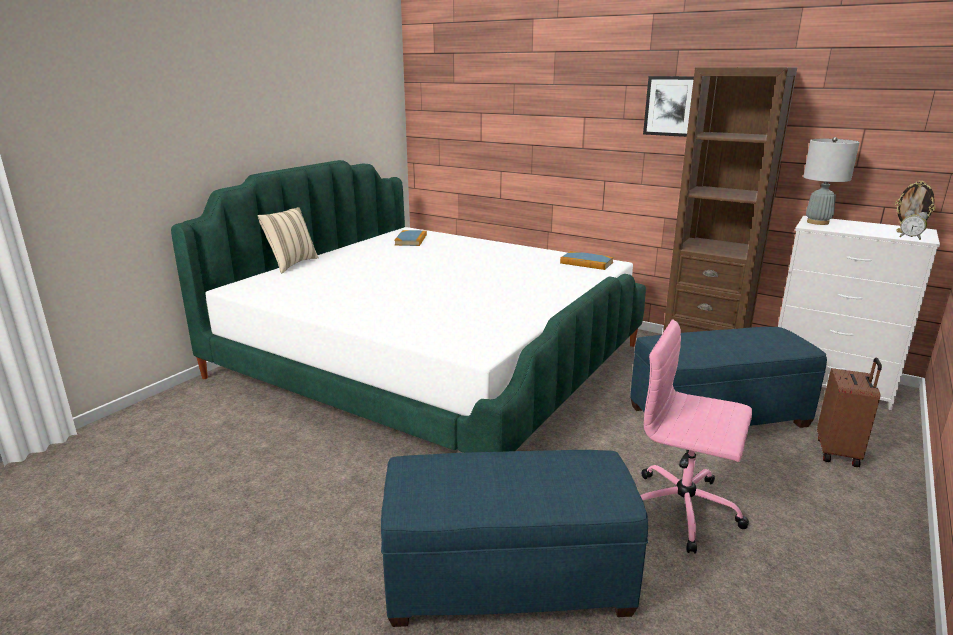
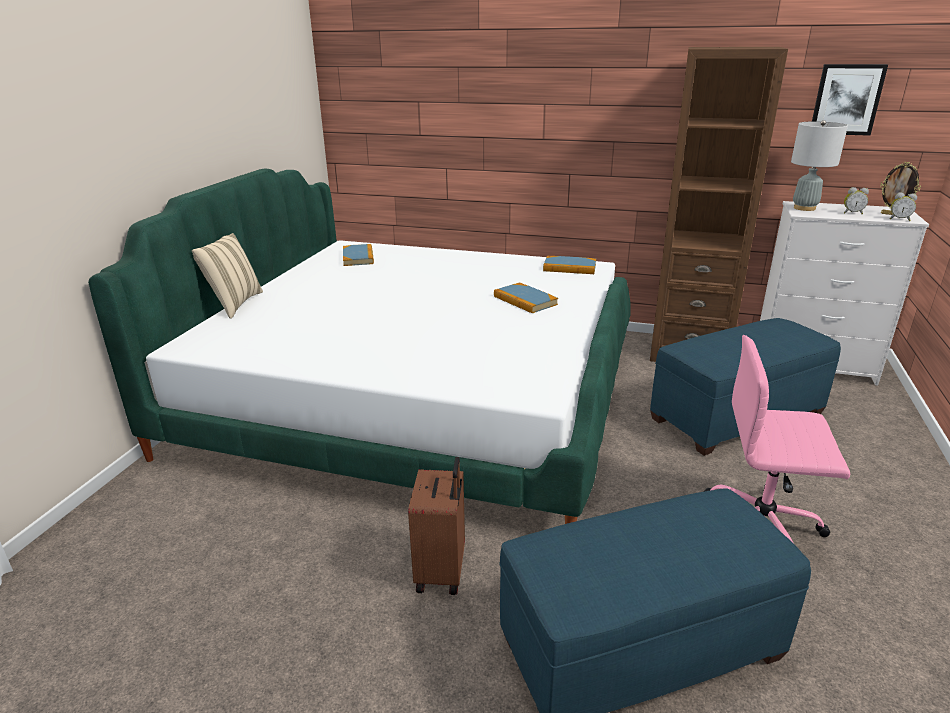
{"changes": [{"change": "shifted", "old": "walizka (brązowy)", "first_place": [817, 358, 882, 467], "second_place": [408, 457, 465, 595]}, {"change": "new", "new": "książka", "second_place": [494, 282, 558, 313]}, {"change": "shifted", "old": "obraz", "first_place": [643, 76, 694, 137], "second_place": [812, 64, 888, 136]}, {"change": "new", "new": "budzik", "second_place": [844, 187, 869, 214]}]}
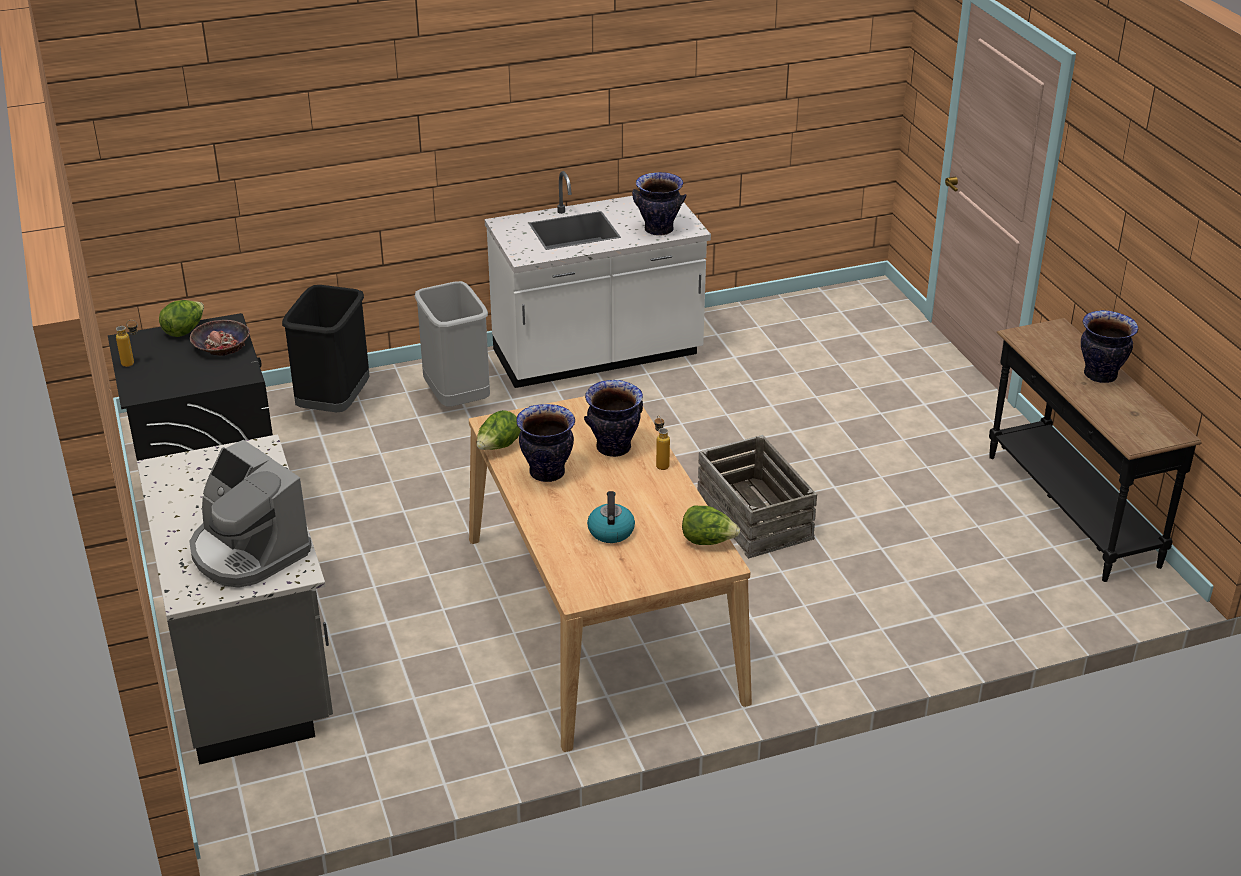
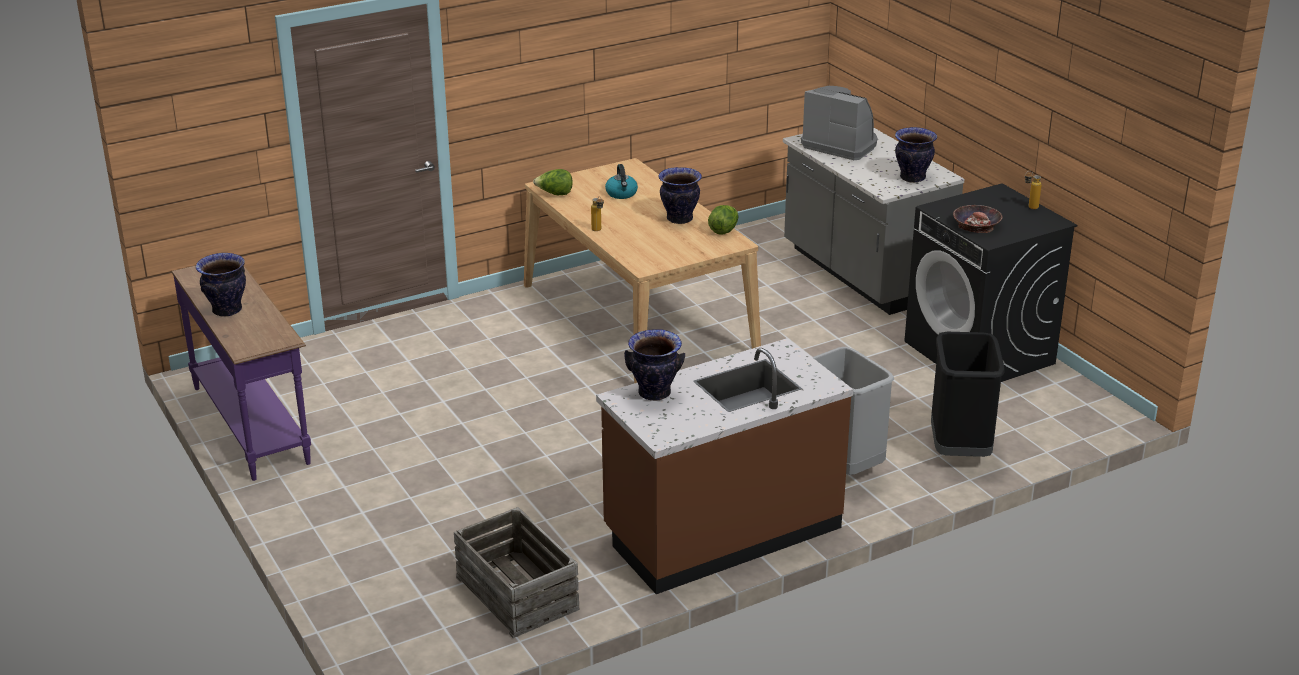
{"changes": [{"change": "repainted", "old": "stolik konsolowy (czarny)", "new": "stolik konsolowy (fioletowy)", "first_place": [989, 318, 1202, 582], "second_place": [172, 266, 311, 481]}, {"change": "shifted", "old": "skrzynka", "first_place": [698, 435, 817, 559], "second_place": [454, 507, 579, 638]}, {"change": "repainted", "old": "zabudowa kuchenna (biały)", "new": "zabudowa kuchenna (brązowy)", "first_place": [485, 171, 711, 388], "second_place": [596, 338, 853, 594]}, {"change": "shifted", "old": "wazon", "first_place": [584, 380, 643, 457], "second_place": [895, 127, 937, 183]}, {"change": "gone", "old": "sałata", "first_place": [159, 300, 204, 337]}]}
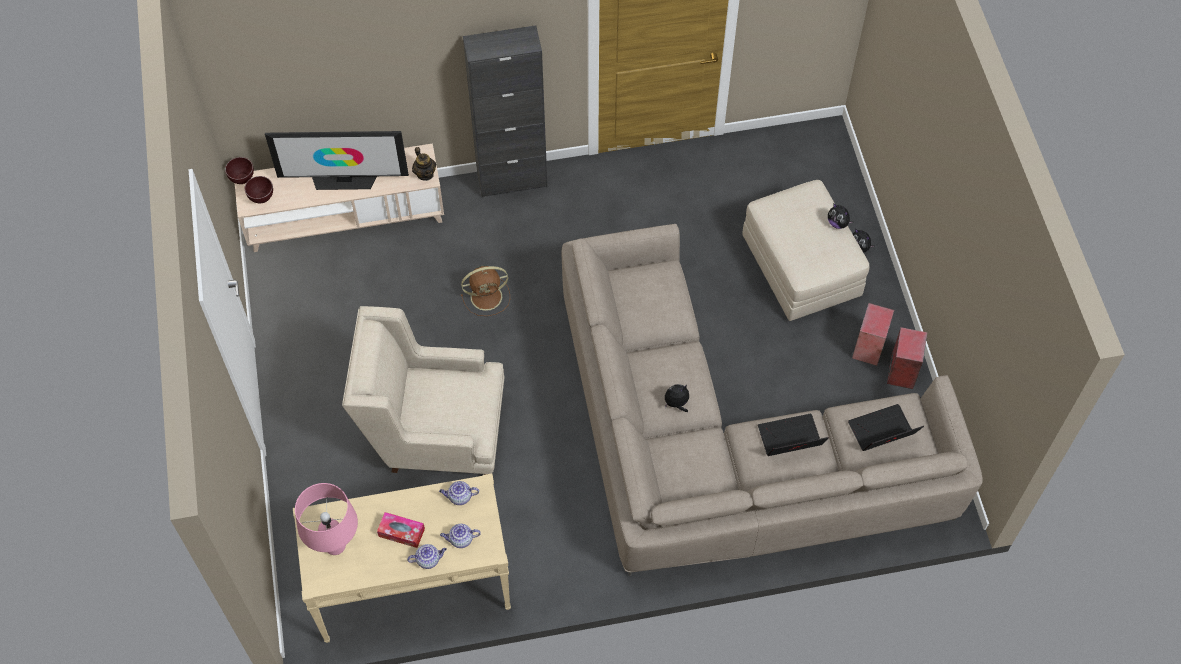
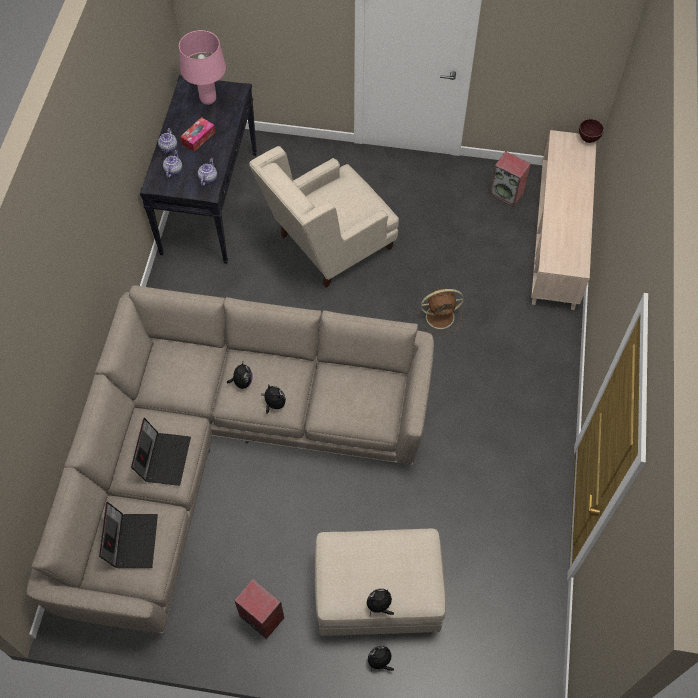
{"changes": [{"change": "repainted", "old": "stolik konsolowy (beżowy)", "new": "stolik konsolowy (czarny)", "first_place": [293, 473, 511, 643], "second_place": [140, 75, 257, 264]}, {"change": "rotated", "old": "fotel (beżowy)", "first_place": [342, 306, 504, 475], "second_place": [249, 146, 399, 288], "degrees": -150}, {"change": "new", "new": "pluszak", "second_place": [261, 385, 286, 414]}, {"change": "rotated", "old": "wentylator (brązowy)", "first_place": [461, 265, 510, 316], "second_place": [417, 288, 464, 334], "degrees": -105}, {"change": "shifted", "old": "głośnik", "first_place": [887, 327, 927, 389], "second_place": [489, 151, 531, 207]}, {"change": "gone", "old": "miska (brązowy)", "first_place": [245, 176, 273, 203]}, {"change": "gone", "old": "telewizor", "first_place": [265, 131, 409, 190]}, {"change": "gone", "old": "imbryk", "first_place": [412, 147, 436, 181]}, {"change": "gone", "old": "szafka (czarny)", "first_place": [463, 25, 547, 197]}]}
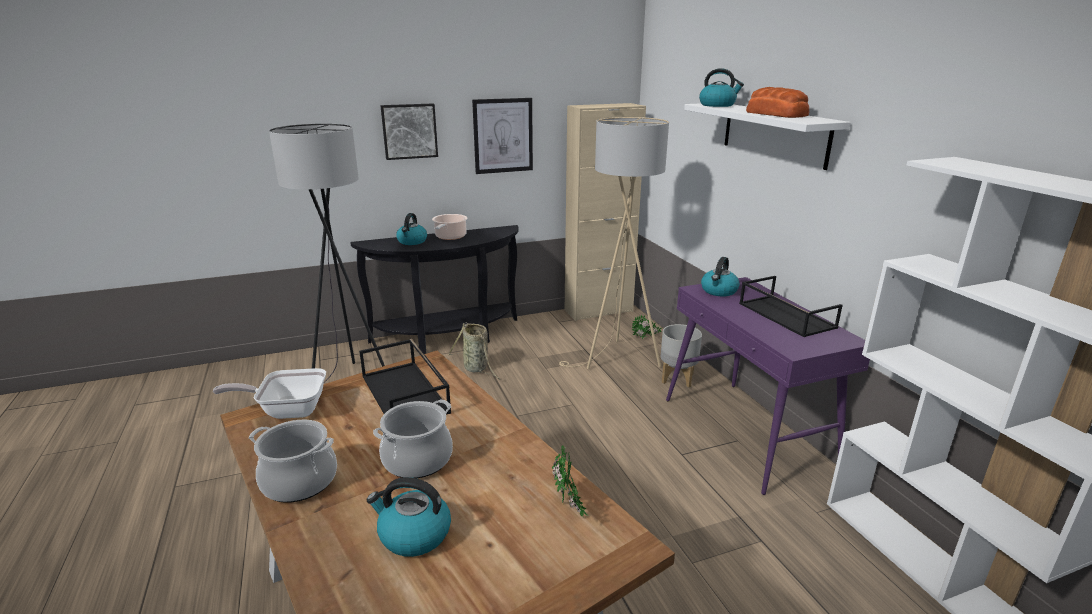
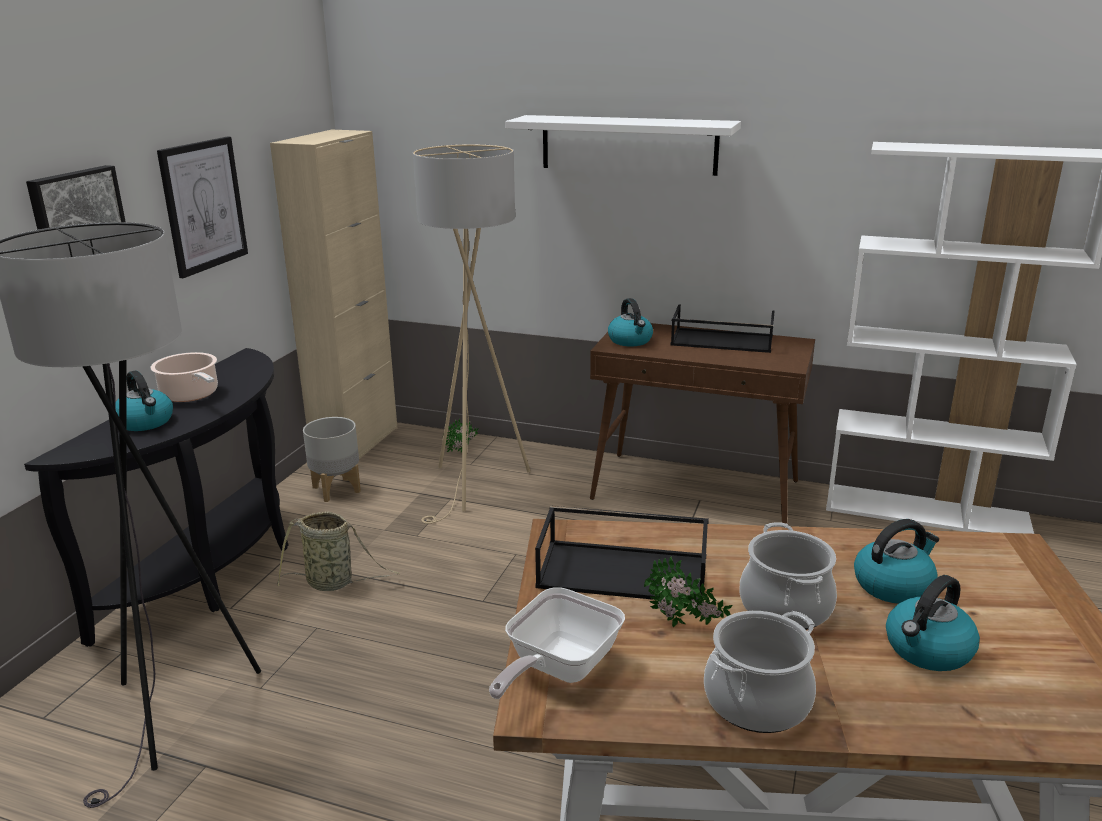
{"changes": [{"change": "shifted", "old": "donica (szary)", "first_place": [661, 324, 702, 388], "second_place": [303, 417, 361, 502]}, {"change": "repainted", "old": "stolik konsolowy (fioletowy)", "new": "stolik konsolowy (brązowy)", "first_place": [666, 277, 870, 495], "second_place": [590, 323, 815, 524]}, {"change": "shifted", "old": "roślina doniczkowa", "first_place": [552, 445, 589, 519], "second_place": [644, 556, 732, 627]}, {"change": "shifted", "old": "czajnik", "first_place": [699, 68, 744, 107], "second_place": [854, 519, 939, 604]}, {"change": "gone", "old": "chleb", "first_place": [746, 87, 809, 118]}]}
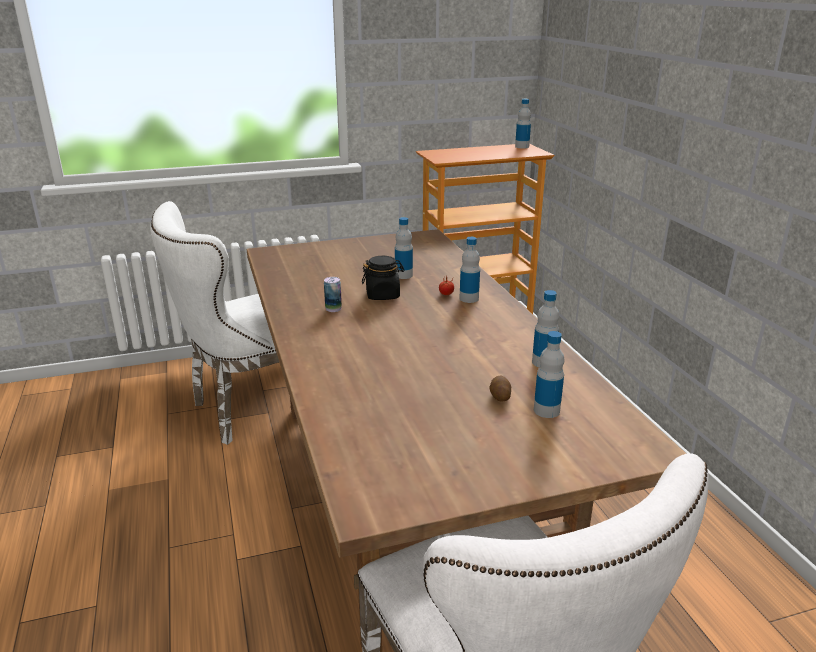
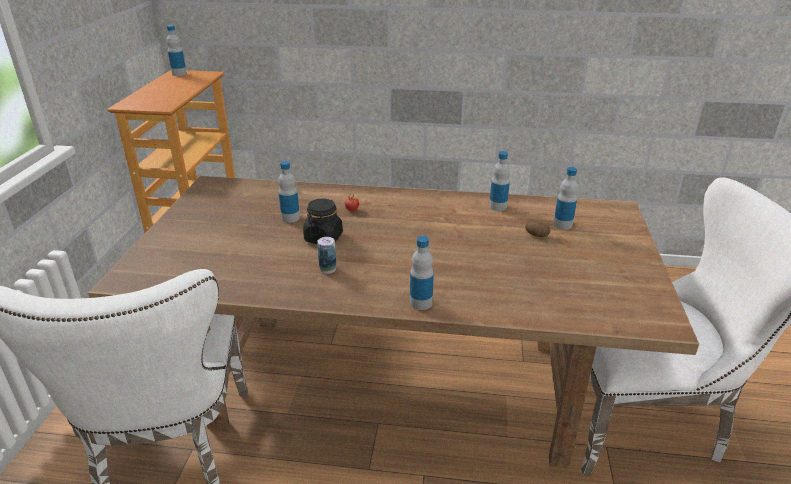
{"changes": [{"change": "shifted", "old": "butelka", "first_place": [459, 237, 480, 303], "second_place": [410, 236, 434, 310]}]}
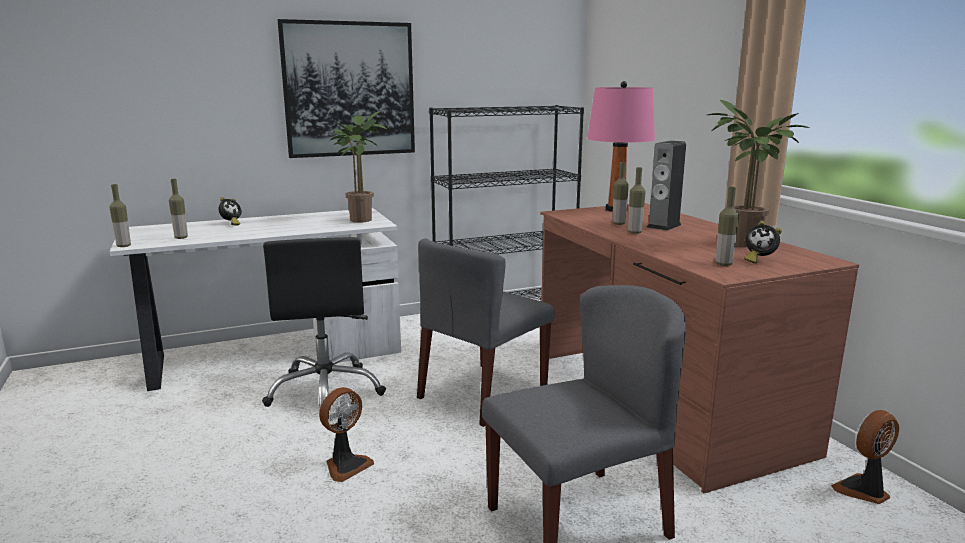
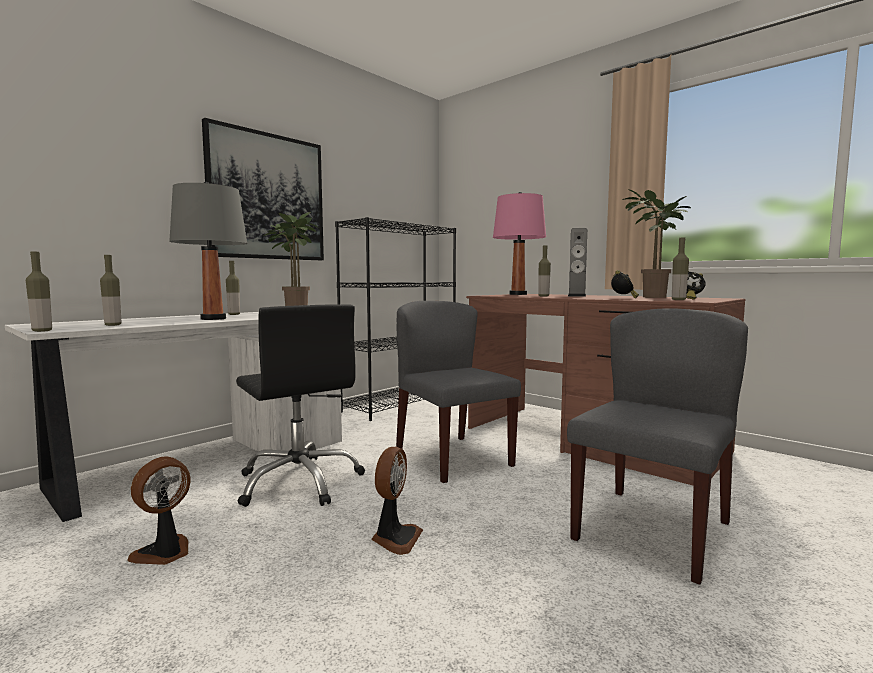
{"changes": [{"change": "shifted", "old": "wentylator", "first_place": [831, 410, 899, 504], "second_place": [127, 456, 190, 565]}, {"change": "new", "new": "lampa stołowa (szary)", "second_place": [169, 182, 247, 320]}, {"change": "shifted", "old": "butelka", "first_place": [628, 167, 646, 234], "second_place": [226, 261, 240, 315]}, {"change": "rotated", "old": "krzesło (szary)", "first_place": [417, 238, 554, 427], "second_place": [396, 301, 521, 483], "degrees": 135}, {"change": "shifted", "old": "budzik", "first_place": [219, 197, 242, 226], "second_place": [611, 270, 639, 298]}]}
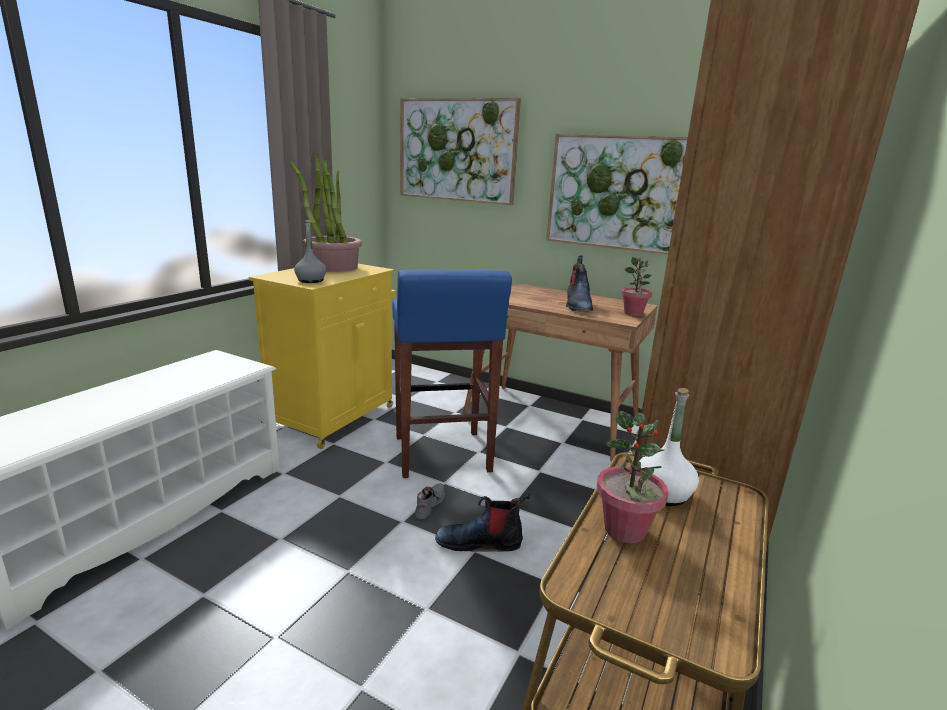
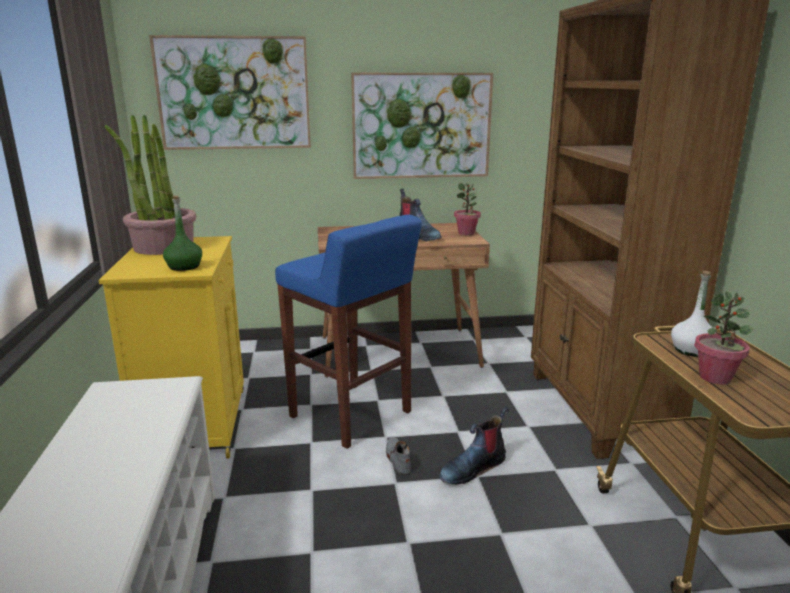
{"changes": [{"change": "repainted", "old": "butelka (szary)", "new": "butelka (zielony)", "first_place": [294, 220, 326, 283], "second_place": [163, 196, 202, 271]}]}
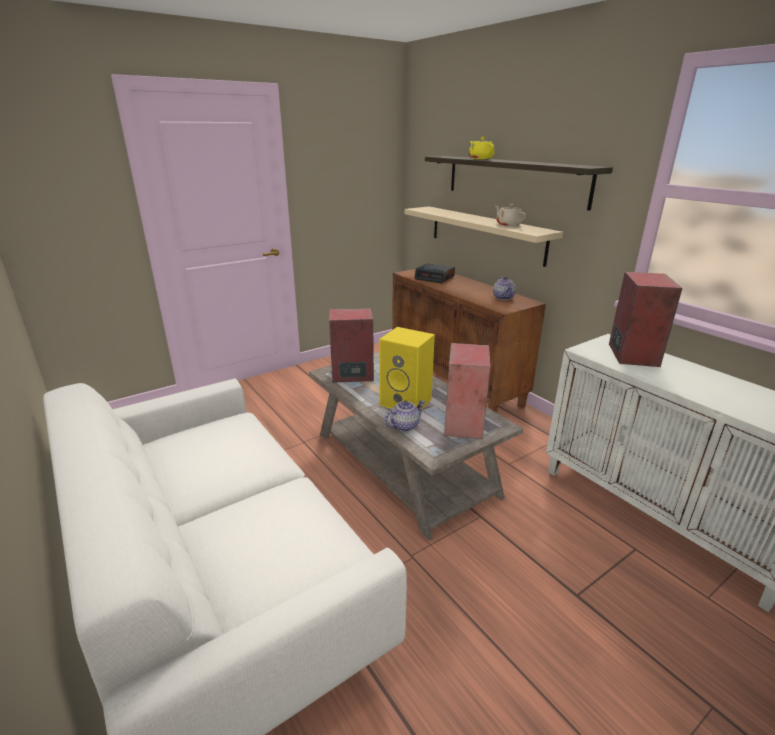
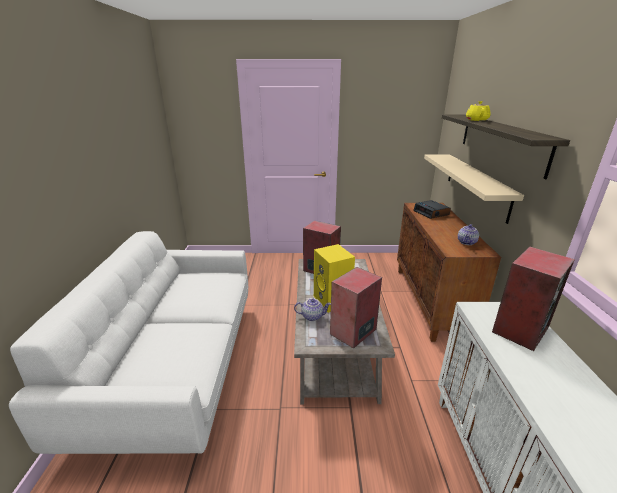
{"changes": [{"change": "gone", "old": "imbryk (beżowy)", "first_place": [495, 204, 526, 227]}]}
